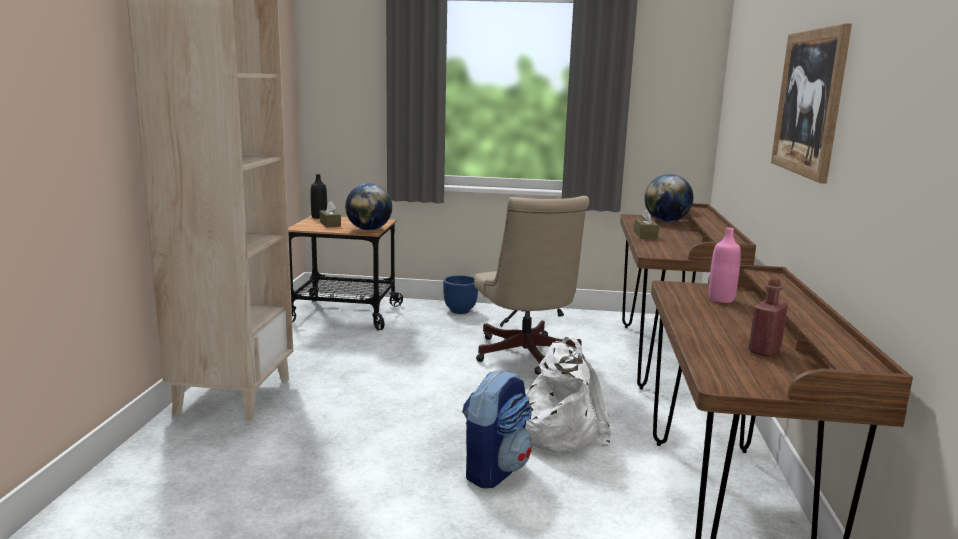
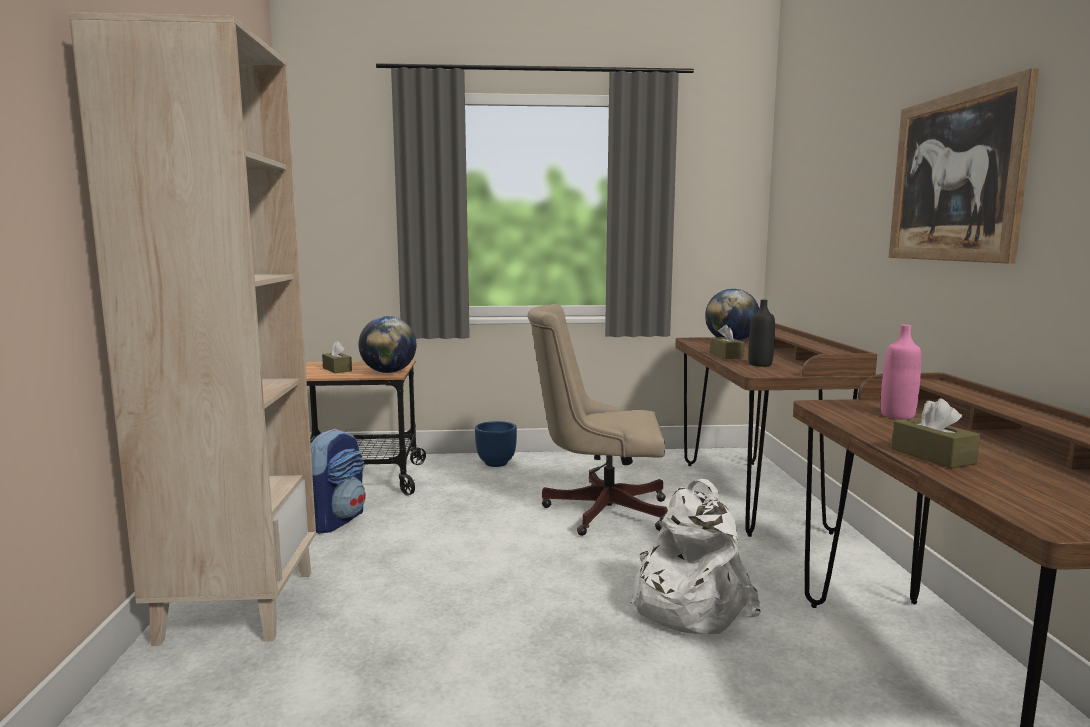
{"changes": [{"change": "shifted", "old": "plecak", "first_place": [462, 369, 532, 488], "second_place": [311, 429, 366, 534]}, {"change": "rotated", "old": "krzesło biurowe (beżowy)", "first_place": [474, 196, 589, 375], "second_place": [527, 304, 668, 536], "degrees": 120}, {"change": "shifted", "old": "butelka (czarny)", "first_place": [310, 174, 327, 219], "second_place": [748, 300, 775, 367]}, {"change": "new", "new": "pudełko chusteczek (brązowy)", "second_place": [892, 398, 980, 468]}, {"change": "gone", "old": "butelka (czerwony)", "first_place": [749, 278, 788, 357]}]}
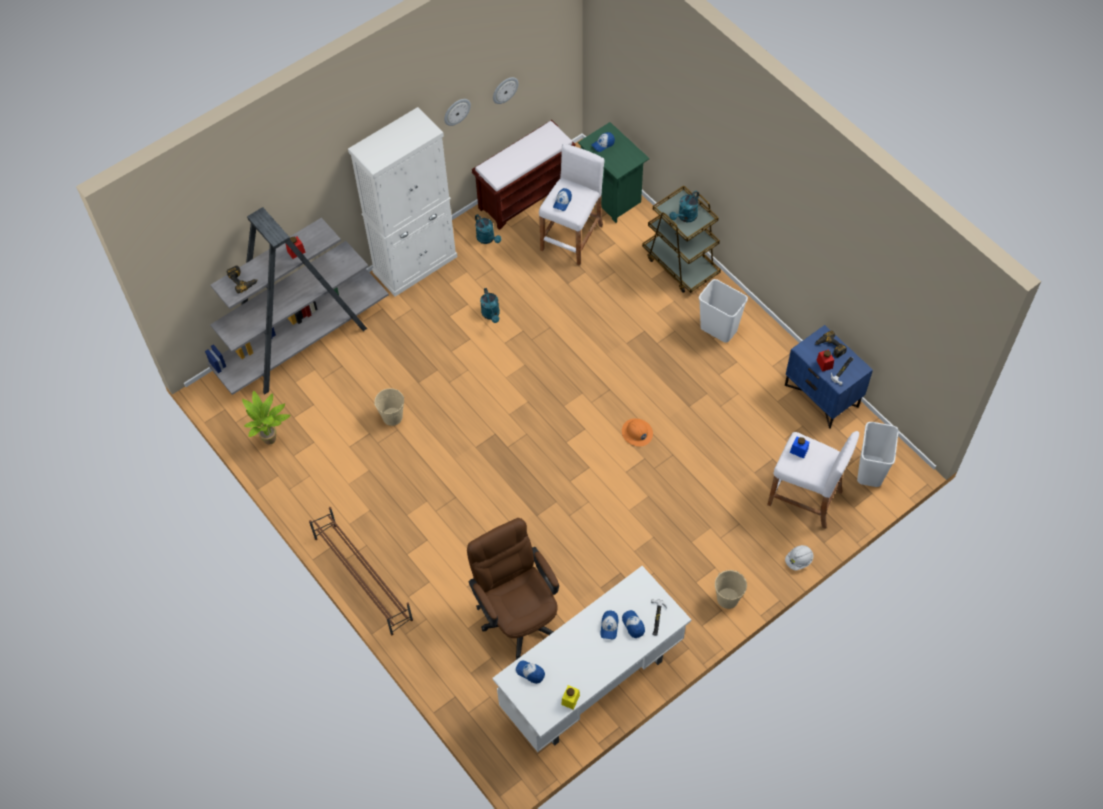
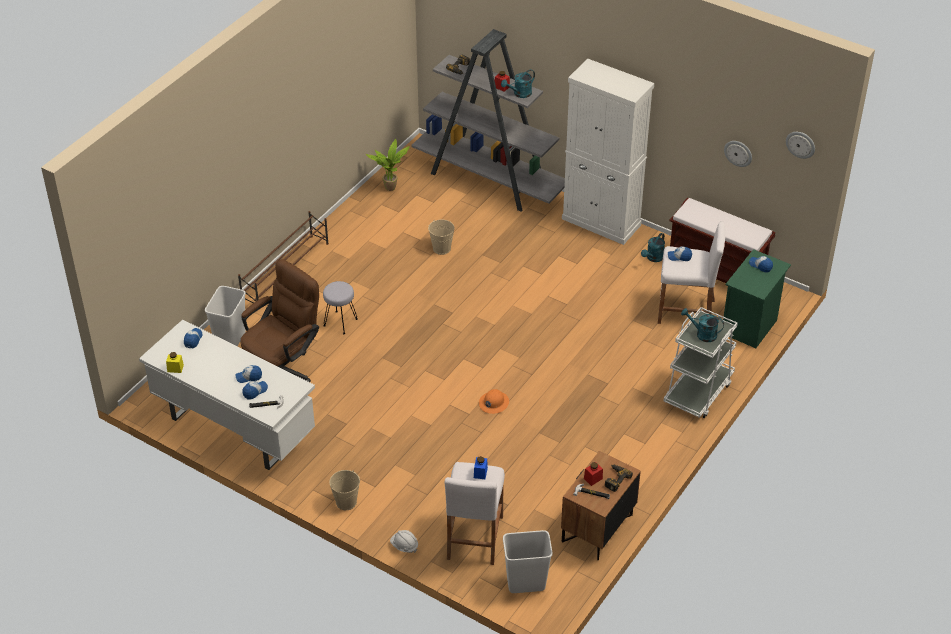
{"changes": [{"change": "shifted", "old": "kosz na śmieci (biały)", "first_place": [699, 279, 748, 343], "second_place": [205, 286, 246, 346]}, {"change": "new", "new": "stołek (szary)", "second_place": [323, 281, 358, 334]}, {"change": "shifted", "old": "konewka (turkusowy)", "first_place": [480, 288, 500, 323], "second_place": [501, 69, 535, 98]}, {"change": "repainted", "old": "szafka nocna (niebieski)", "new": "szafka nocna (brązowy)", "first_place": [785, 325, 873, 429], "second_place": [561, 451, 641, 560]}, {"change": "repainted", "old": "wózek (brązowy)", "new": "wózek (biały)", "first_place": [642, 186, 721, 293], "second_place": [663, 307, 737, 418]}, {"change": "shifted", "old": "zegar ścienny", "first_place": [444, 99, 471, 126], "second_place": [786, 132, 815, 159]}]}
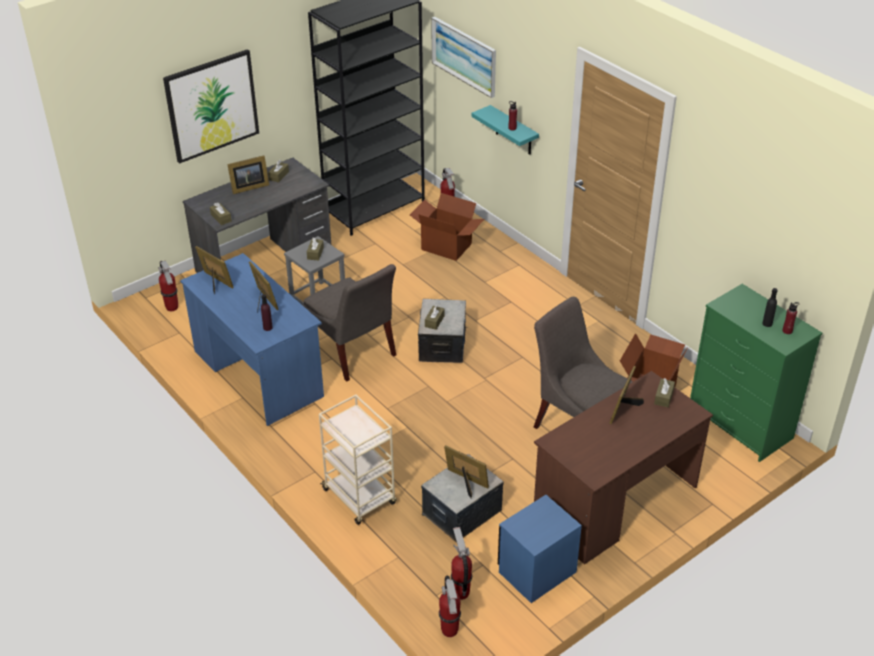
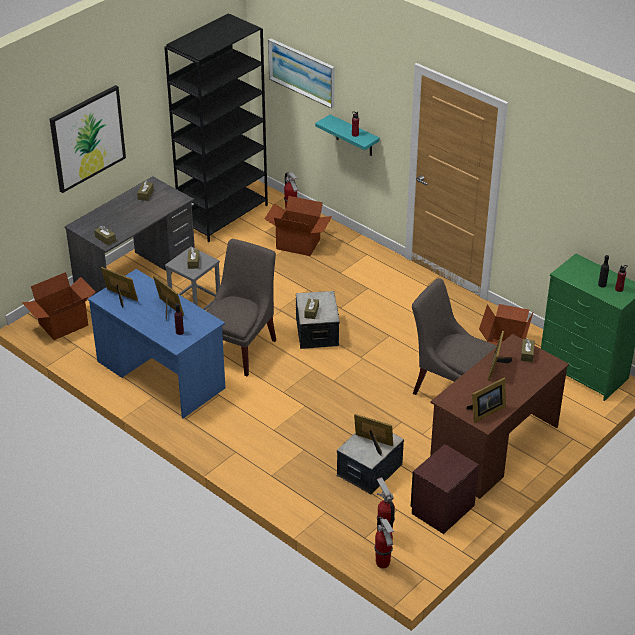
{"changes": [{"change": "swapped", "old": "gaśnica", "new": "karton", "first_place": [158, 261, 178, 311], "second_place": [22, 272, 95, 340]}, {"change": "rotated", "old": "krzesło (szary)", "first_place": [303, 264, 396, 381], "second_place": [207, 239, 276, 376], "degrees": -105}, {"change": "repainted", "old": "szafka nocna (niebieski)", "new": "szafka nocna (brązowy)", "first_place": [498, 495, 582, 603], "second_place": [411, 444, 479, 534]}, {"change": "shifted", "old": "ramka na zdjęcie", "first_place": [227, 155, 269, 194], "second_place": [466, 378, 506, 423]}, {"change": "gone", "old": "wózek (beżowy)", "first_place": [319, 395, 397, 525]}]}
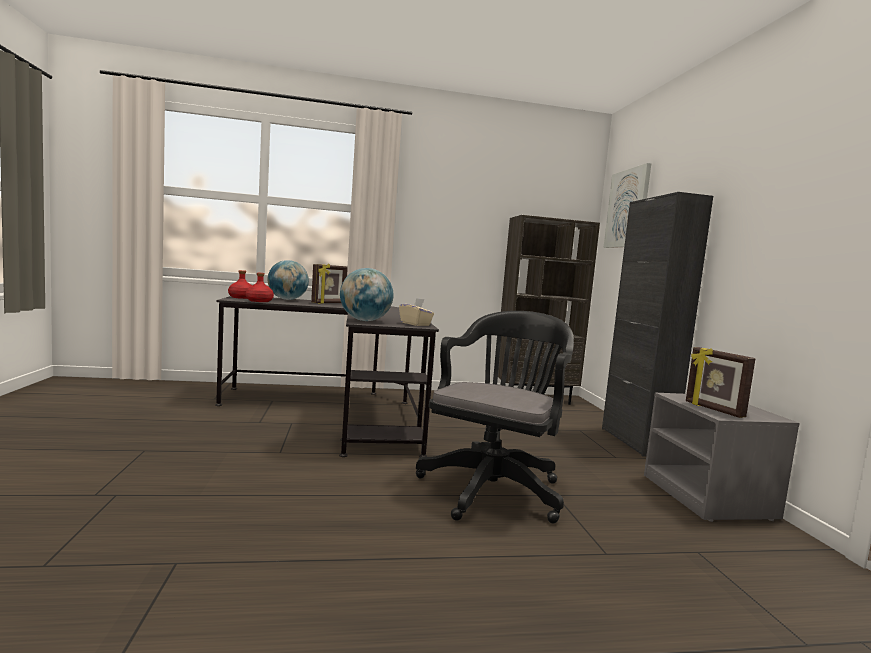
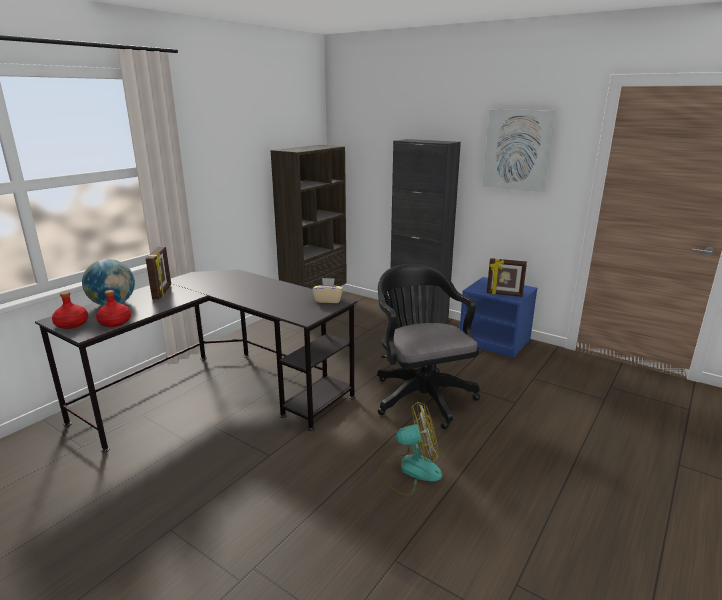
{"changes": [{"change": "new", "new": "wentylator", "second_place": [379, 401, 442, 496]}, {"change": "repainted", "old": "szafka nocna (szary)", "new": "szafka nocna (niebieski)", "first_place": [644, 393, 800, 522], "second_place": [460, 277, 537, 358]}, {"change": "shifted", "old": "obraz", "first_place": [603, 163, 651, 248], "second_place": [483, 109, 556, 192]}, {"change": "gone", "old": "globus", "first_place": [340, 268, 394, 321]}]}
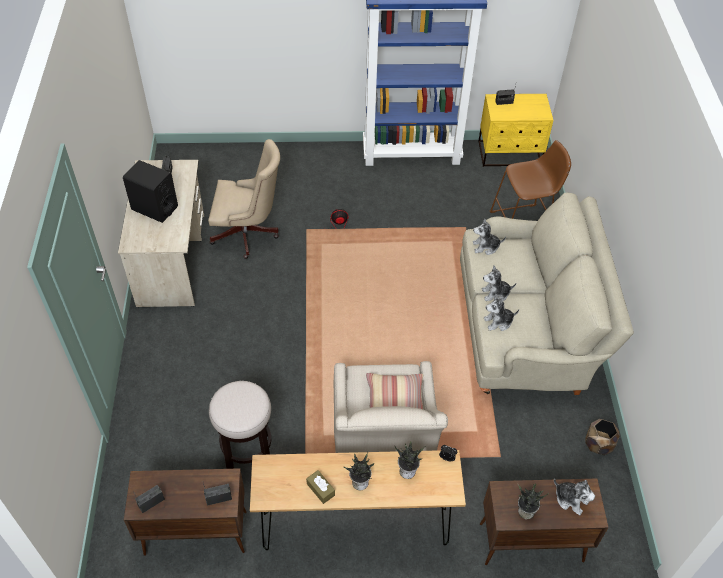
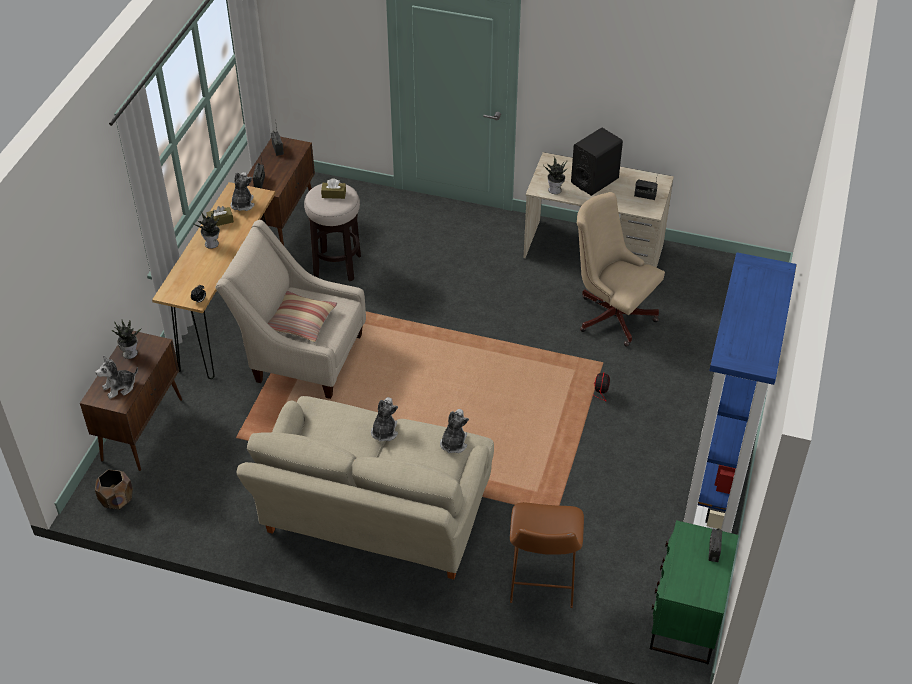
{"changes": [{"change": "shifted", "old": "donica (brązowy)", "first_place": [585, 419, 620, 455], "second_place": [95, 469, 133, 510]}, {"change": "shifted", "old": "pluszak", "first_place": [484, 293, 519, 331], "second_place": [231, 172, 255, 211]}, {"change": "new", "new": "pudełko chusteczek (brązowy)", "second_place": [321, 178, 346, 199]}, {"change": "shifted", "old": "roślina doniczkowa", "first_place": [394, 442, 424, 479], "second_place": [543, 158, 567, 194]}, {"change": "rotated", "old": "krzesło biurowe (beżowy)", "first_place": [208, 139, 280, 259], "second_place": [577, 192, 665, 347], "degrees": 105}, {"change": "repainted", "old": "szafka nocna (żółty)", "new": "szafka nocna (zielony)", "first_place": [478, 94, 554, 167], "second_place": [650, 520, 739, 664]}]}
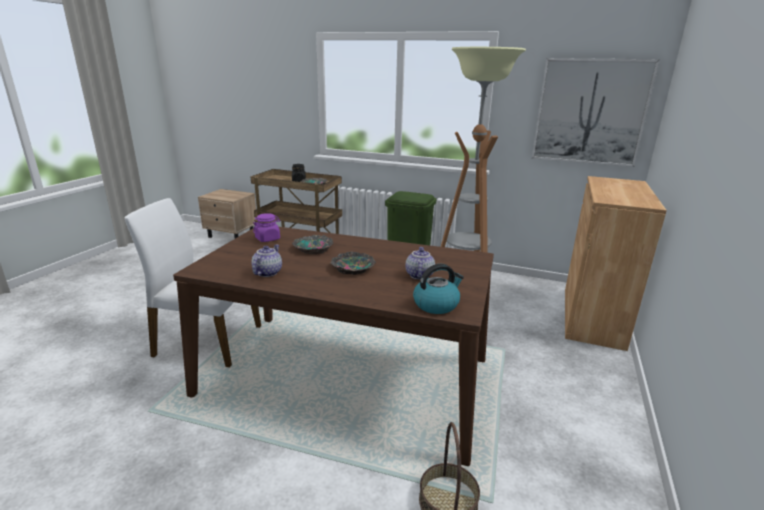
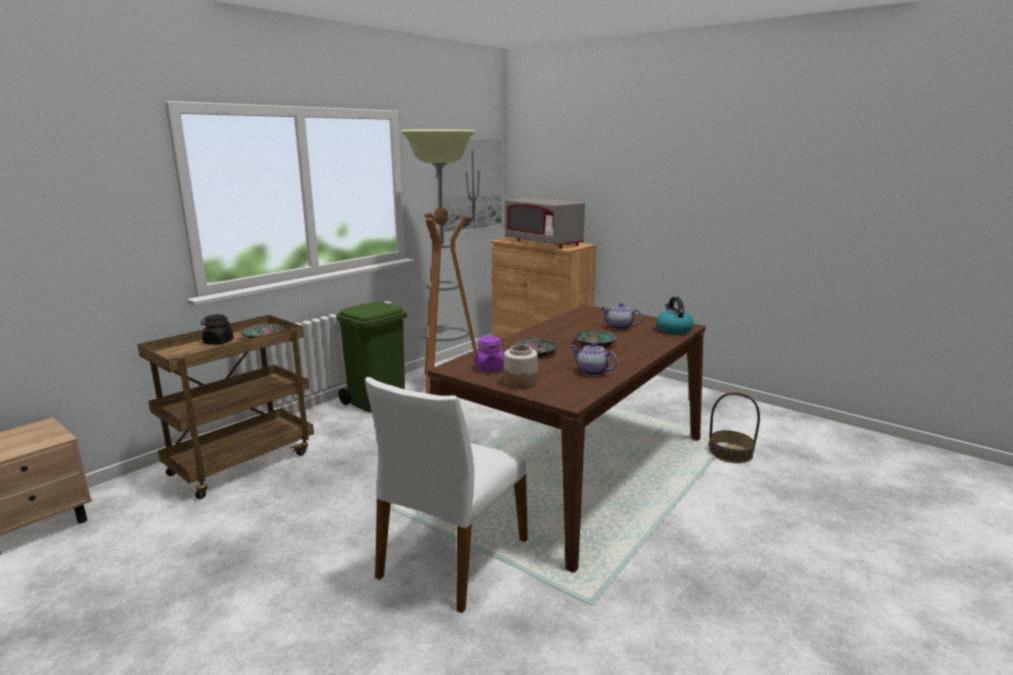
{"changes": [{"change": "new", "new": "słoik", "second_place": [504, 345, 538, 388]}, {"change": "new", "new": "mikrofalówka (szary)", "second_place": [505, 197, 585, 248]}]}
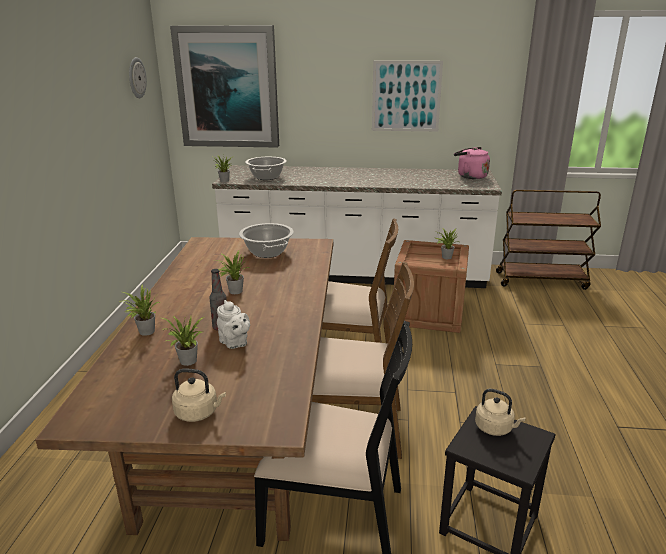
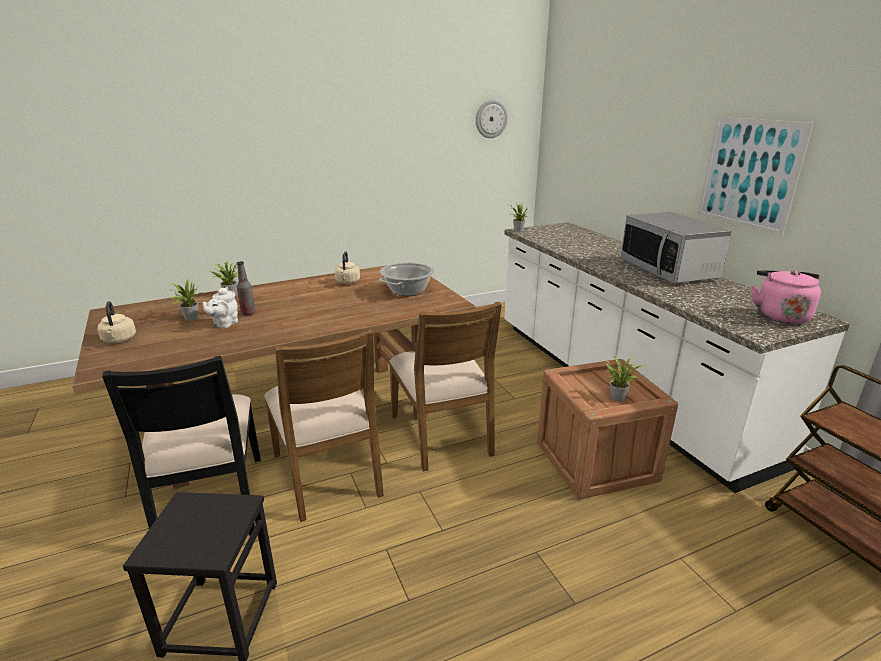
{"changes": [{"change": "shifted", "old": "czajnik (beżowy)", "first_place": [475, 389, 526, 436], "second_place": [335, 251, 360, 284]}, {"change": "new", "new": "mikrofalówka", "second_place": [620, 212, 732, 283]}, {"change": "gone", "old": "obraz", "first_place": [170, 25, 279, 148]}, {"change": "gone", "old": "roślina doniczkowa", "first_place": [214, 250, 251, 294]}, {"change": "gone", "old": "garnek", "first_place": [245, 157, 287, 180]}]}
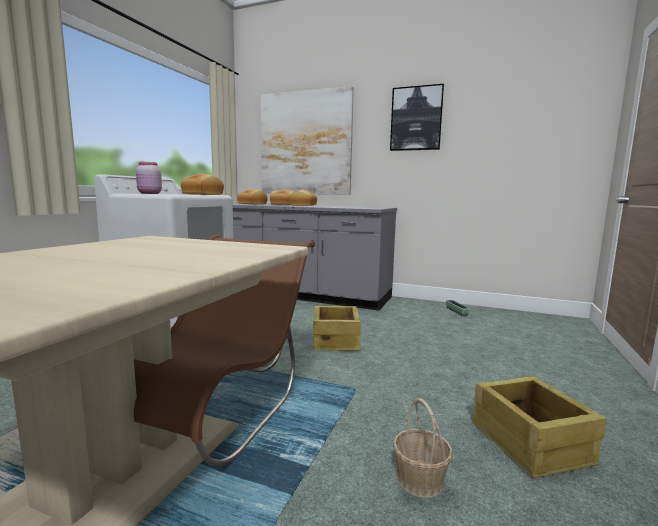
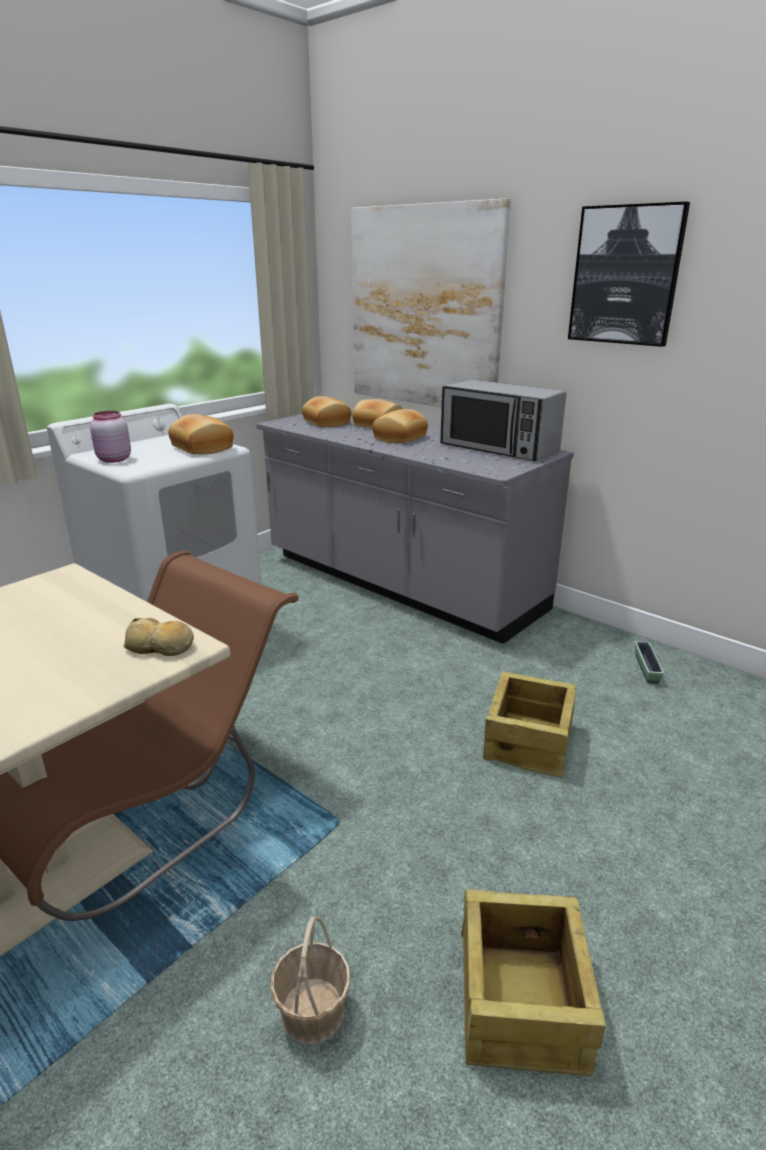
{"changes": [{"change": "new", "new": "chleb", "second_place": [123, 618, 194, 656]}, {"change": "new", "new": "mikrofalówka", "second_place": [440, 379, 567, 461]}, {"change": "shifted", "old": "skrzynka", "first_place": [313, 306, 361, 351], "second_place": [483, 672, 576, 778]}]}
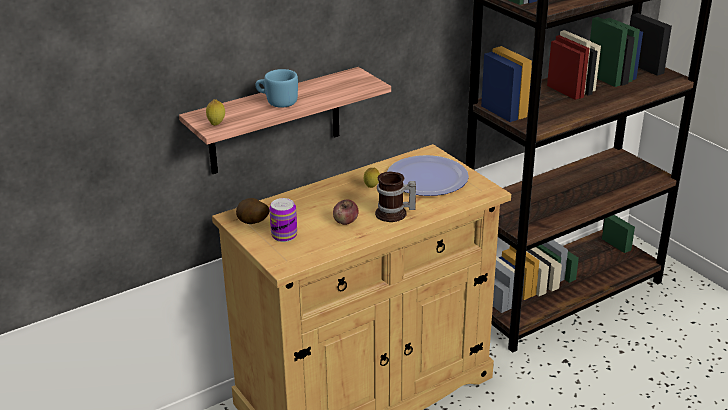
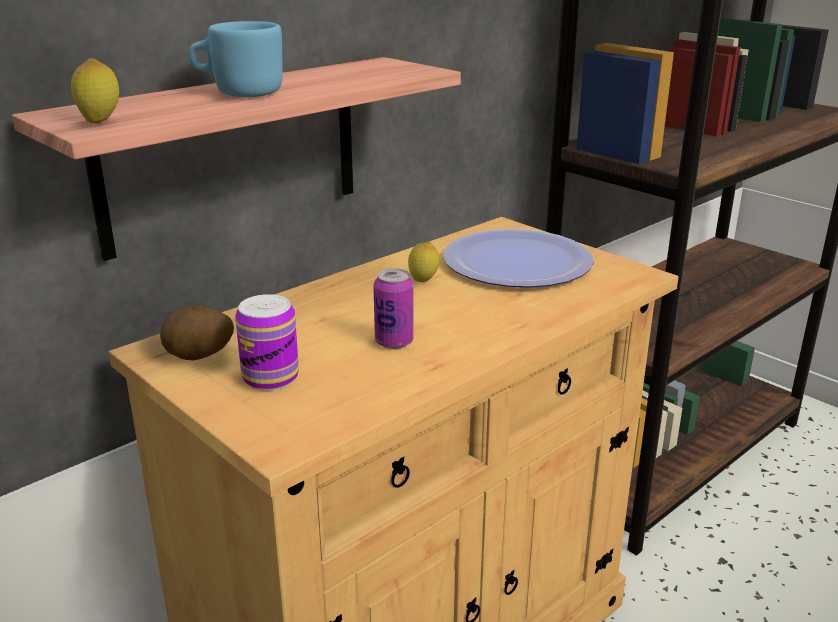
{"changes": [{"change": "swapped", "old": "jabłko", "new": "puszka", "first_place": [333, 200, 359, 225], "second_place": [373, 268, 414, 349]}, {"change": "gone", "old": "kubek", "first_place": [375, 172, 416, 222]}]}
